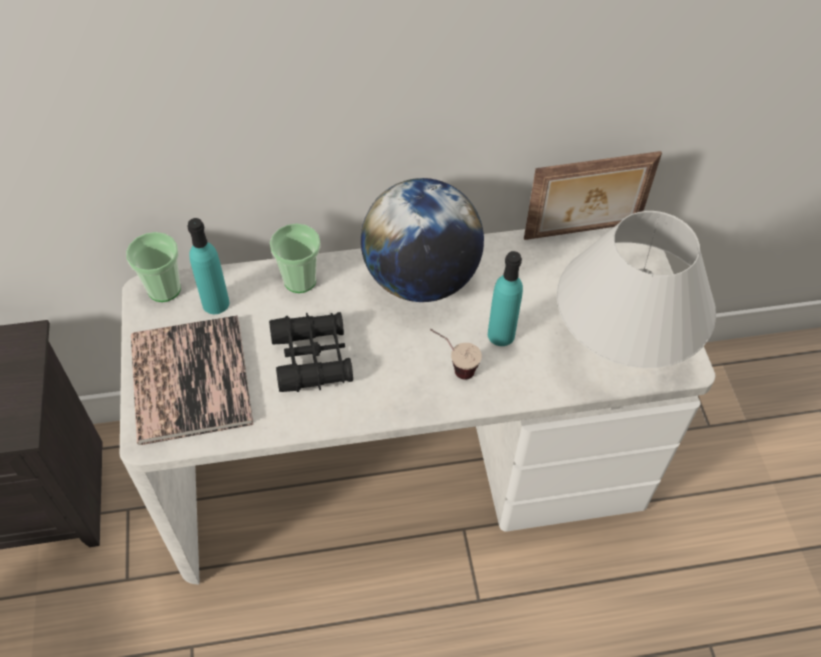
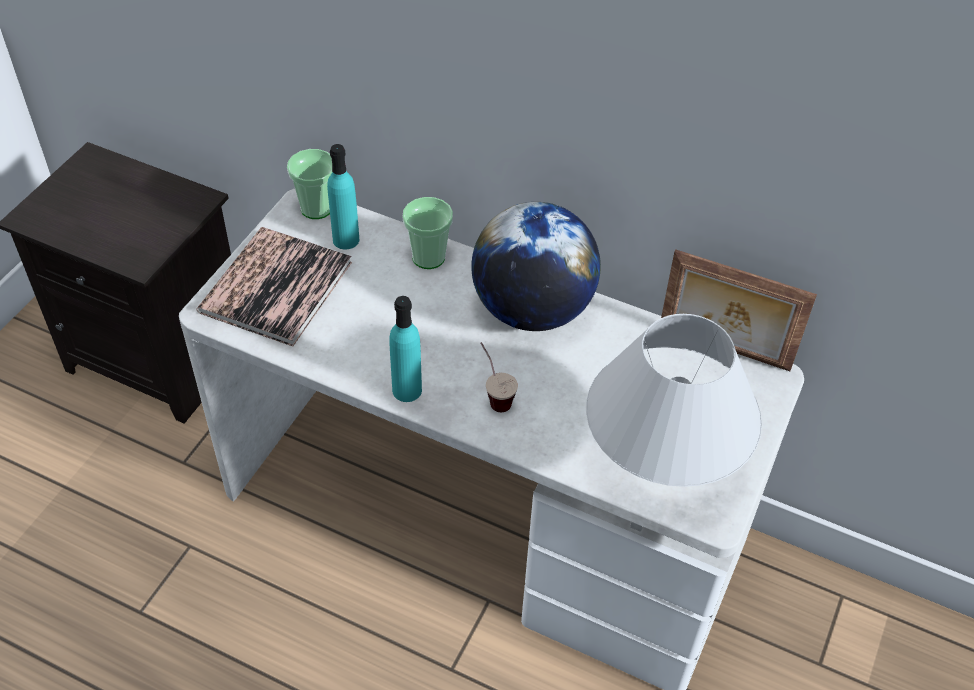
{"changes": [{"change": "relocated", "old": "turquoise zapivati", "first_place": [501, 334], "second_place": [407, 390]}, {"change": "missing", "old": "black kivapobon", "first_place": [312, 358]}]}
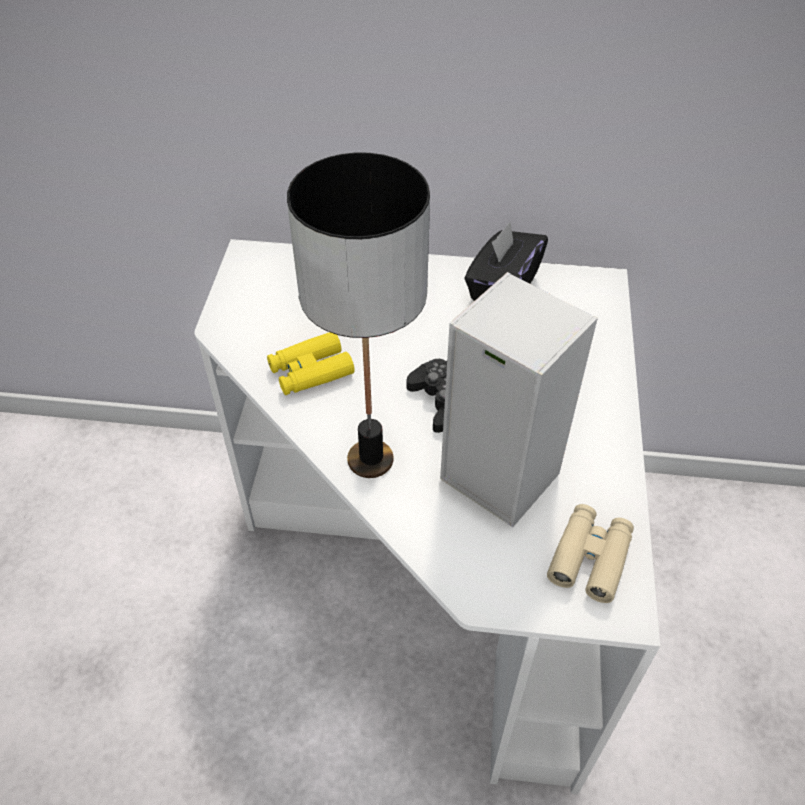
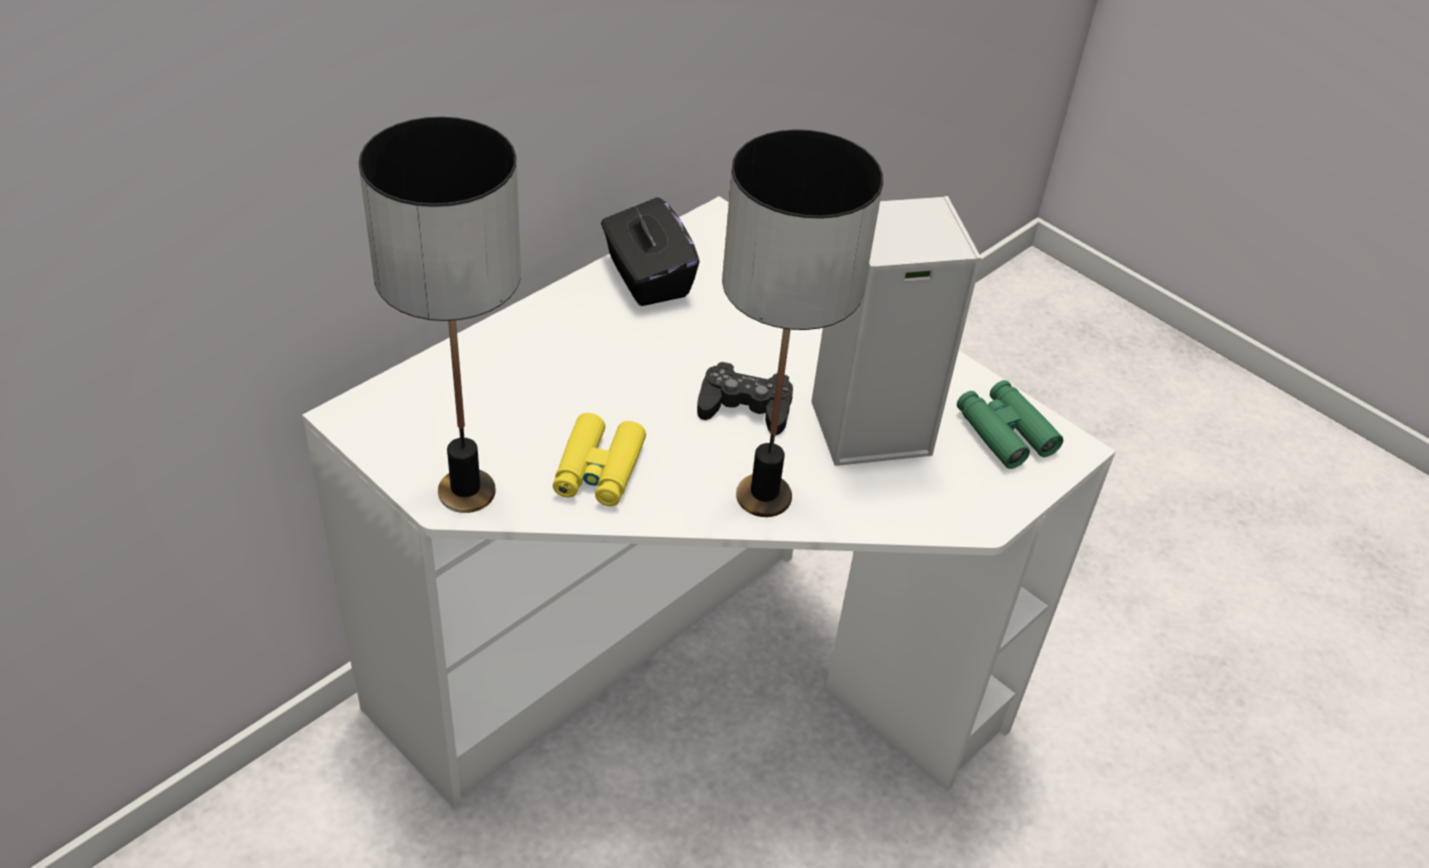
{"changes": [{"change": "colour", "old": "beige kivapobon", "new": "green kivapobon", "first_place": [590, 557], "second_place": [1004, 432]}, {"change": "appeared", "new": "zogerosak", "second_place": [468, 491]}]}
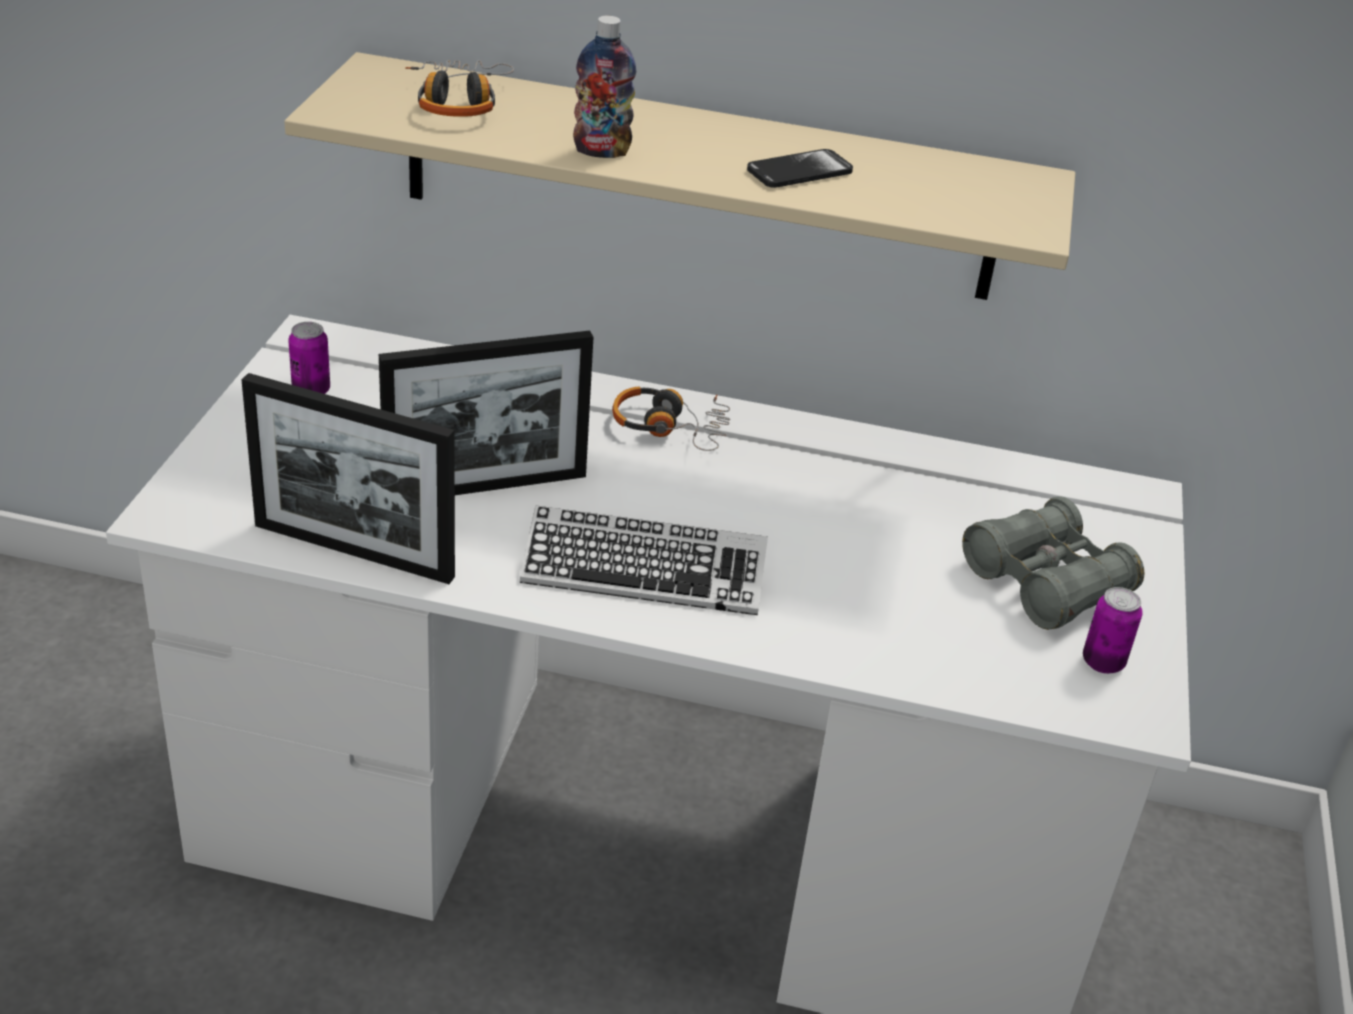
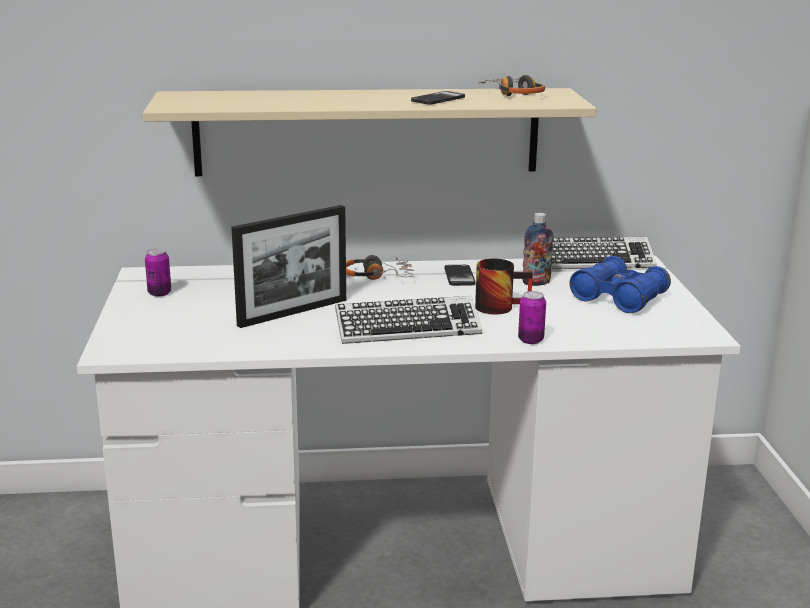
{"changes": [{"change": "relocated", "old": "zapivati", "first_place": [601, 151], "second_place": [536, 282]}, {"change": "relocated", "old": "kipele", "first_place": [458, 101], "second_place": [514, 94]}, {"change": "missing", "old": "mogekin", "first_place": [353, 551]}, {"change": "colour", "old": "grey kivapobon", "new": "blue kivapobon", "first_place": [1046, 582], "second_place": [619, 298]}, {"change": "relocated", "old": "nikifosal", "first_place": [1103, 662], "second_place": [530, 340]}, {"change": "appeared", "new": "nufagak", "second_place": [592, 261]}, {"change": "appeared", "new": "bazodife", "second_place": [500, 306]}, {"change": "appeared", "new": "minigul", "second_place": [459, 276]}]}
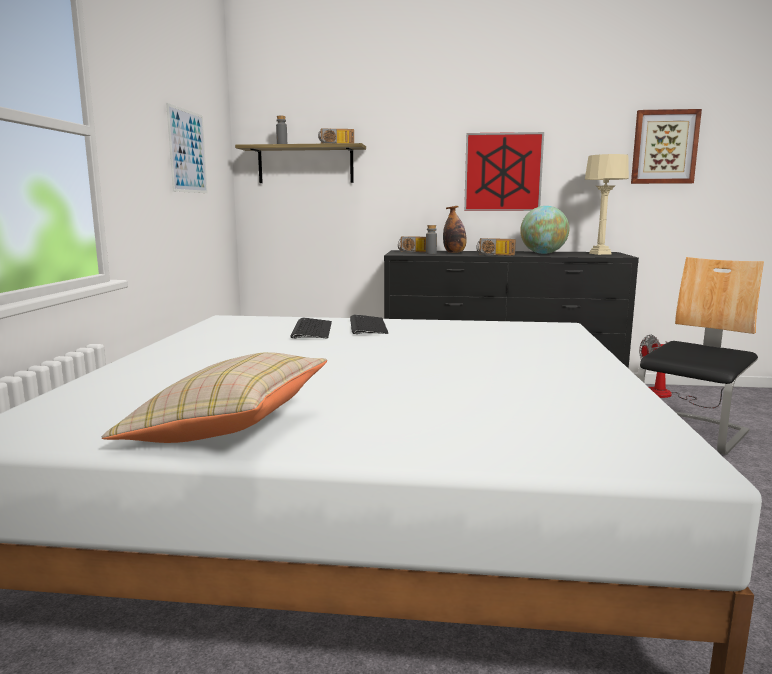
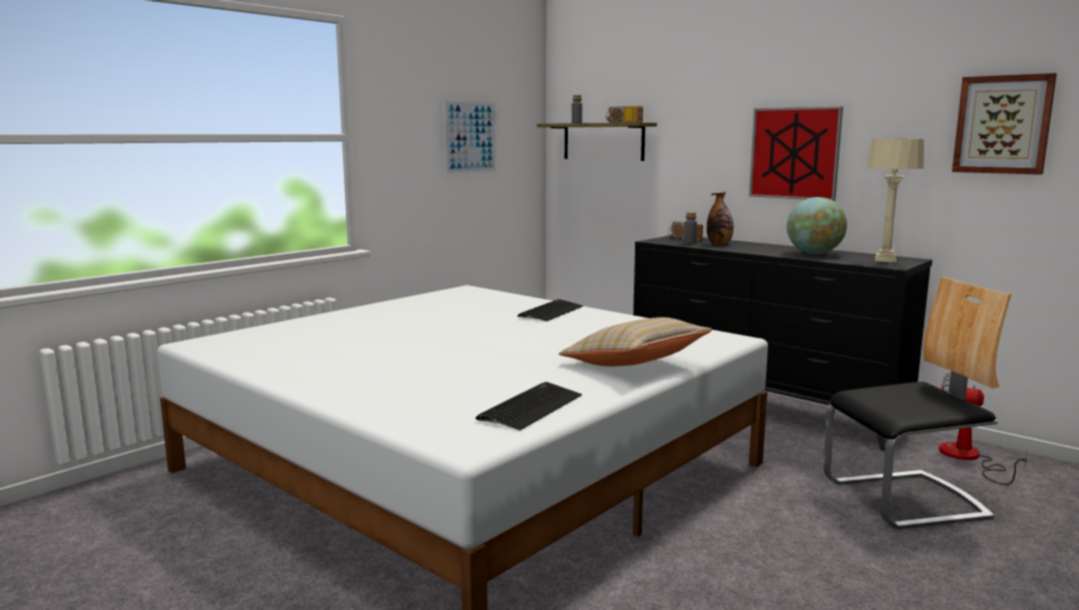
{"changes": [{"change": "missing", "old": "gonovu", "first_place": [494, 255]}, {"change": "relocated", "old": "nufagak", "first_place": [311, 330], "second_place": [530, 407]}, {"change": "relocated", "old": "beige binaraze", "first_place": [226, 429], "second_place": [634, 364]}]}
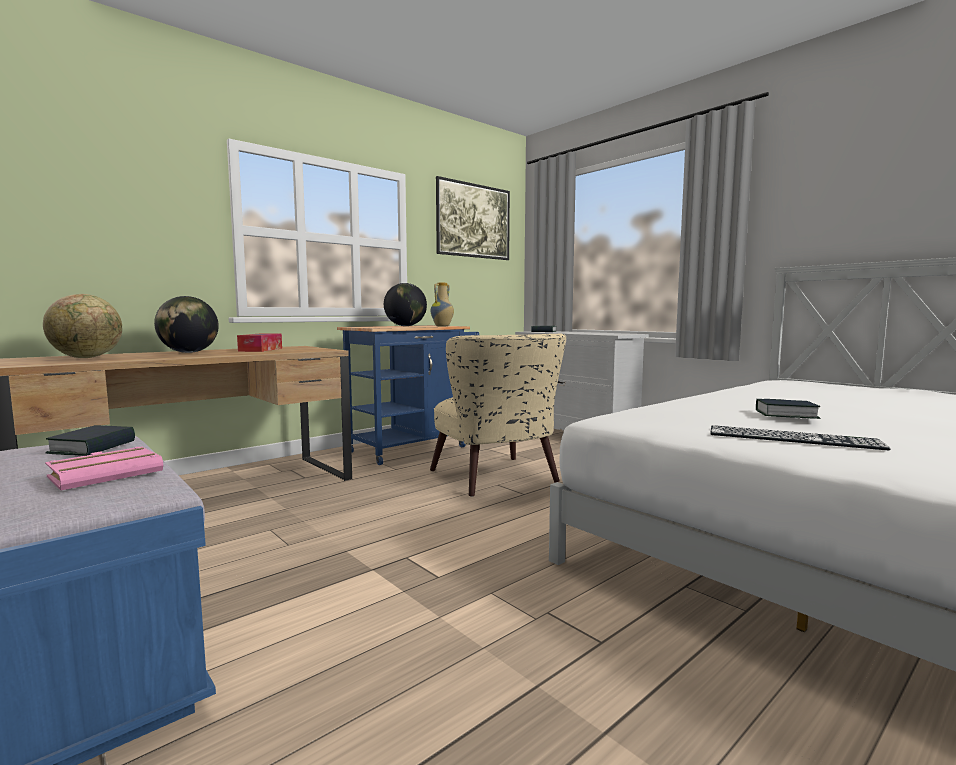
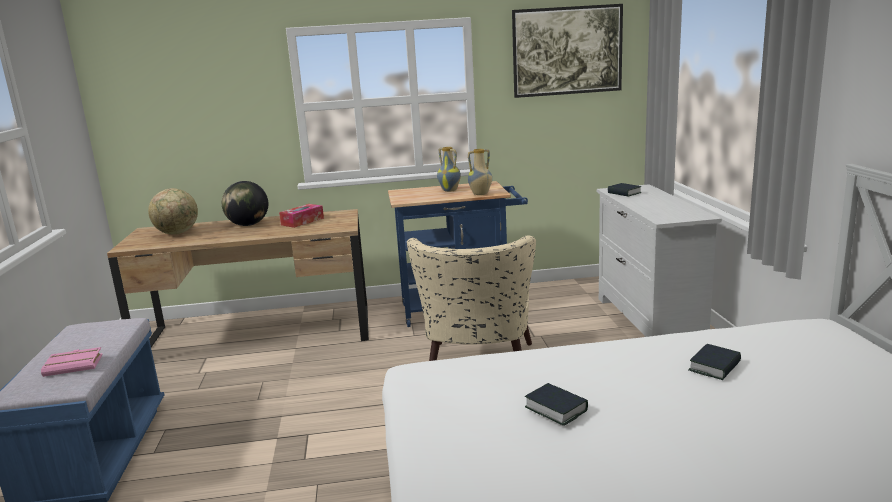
{"changes": [{"change": "exchanged", "old": "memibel", "new": "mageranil", "first_place": [405, 326], "second_place": [450, 190]}, {"change": "relocated", "old": "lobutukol", "first_place": [93, 447], "second_place": [714, 367]}, {"change": "missing", "old": "nufagak", "first_place": [792, 438]}]}
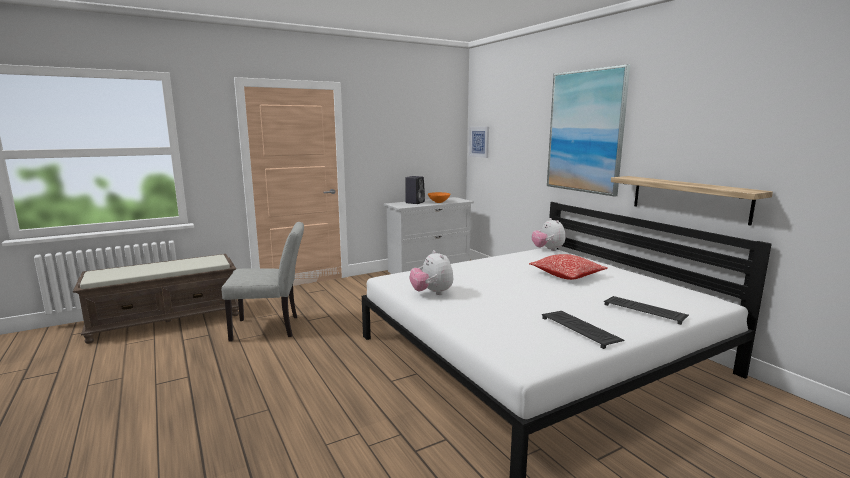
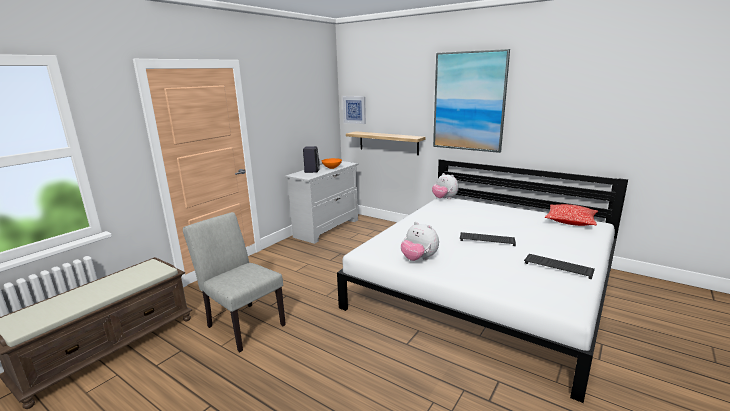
{"changes": [{"change": "relocated", "old": "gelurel", "first_place": [689, 198], "second_place": [388, 143]}, {"change": "spun", "old": "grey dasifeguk", "first_place": [271, 328], "second_place": [242, 323], "degrees": -105}, {"change": "relocated", "old": "binaraze", "first_place": [567, 275], "second_place": [570, 221]}, {"change": "relocated", "old": "nufagak", "first_place": [645, 310], "second_place": [487, 239]}]}
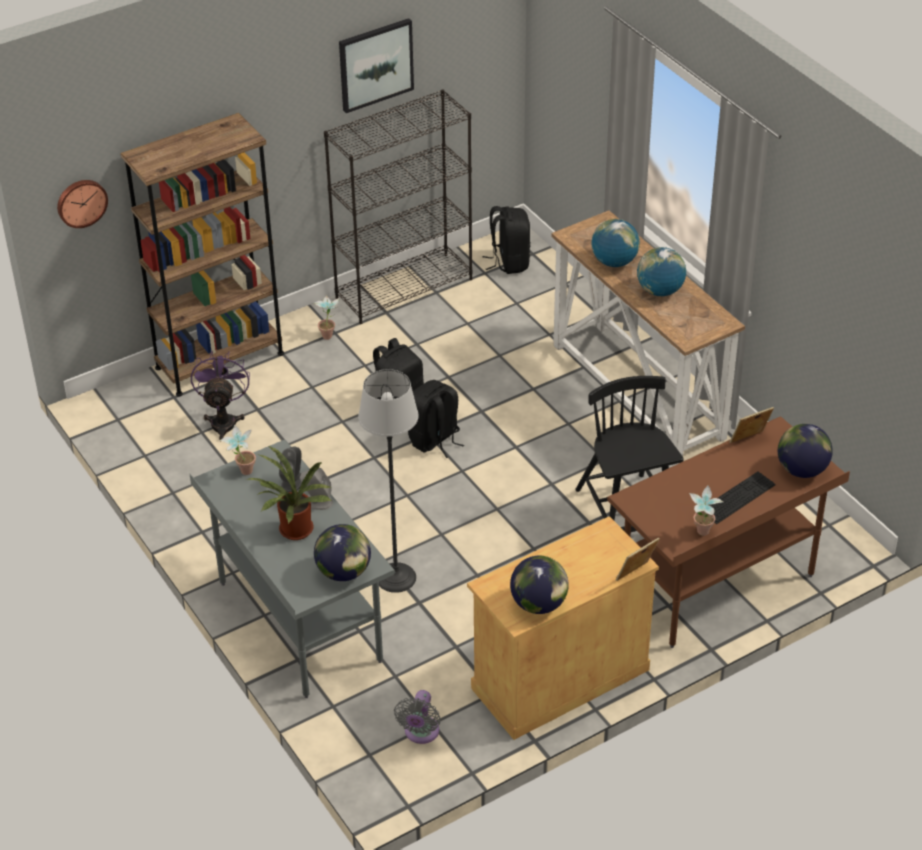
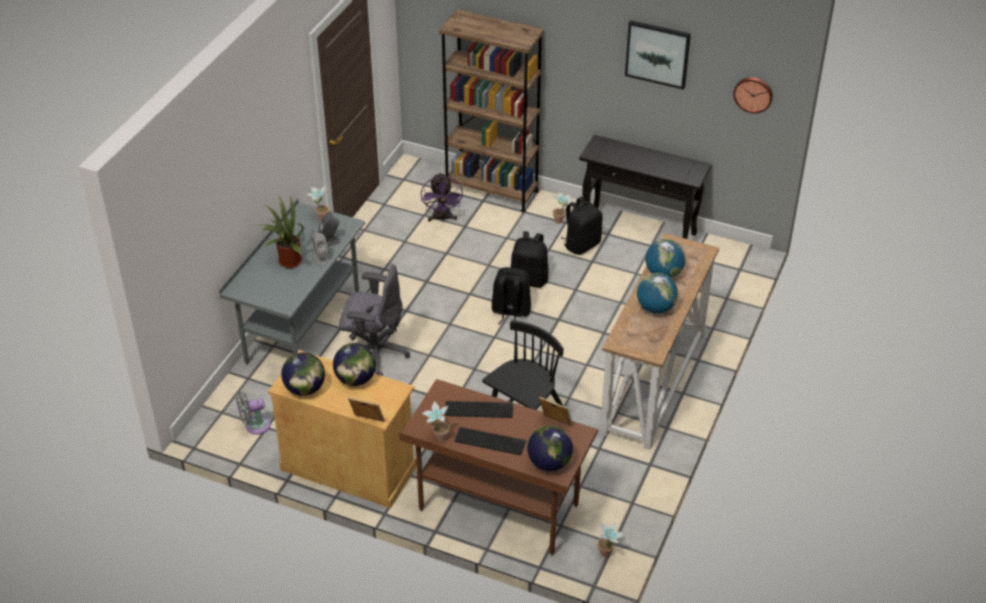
{"changes": [{"change": "exchanged", "old": "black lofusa", "new": "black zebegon", "first_place": [404, 288], "second_place": [640, 230]}, {"change": "relocated", "old": "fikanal", "first_place": [81, 202], "second_place": [753, 94]}, {"change": "relocated", "old": "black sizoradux", "first_place": [509, 262], "second_place": [581, 244]}, {"change": "spun", "old": "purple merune", "first_place": [224, 420], "second_place": [442, 218], "degrees": 120}, {"change": "exchanged", "old": "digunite", "new": "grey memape", "first_place": [396, 578], "second_place": [374, 354]}, {"change": "relocated", "old": "memibel", "first_place": [344, 572], "second_place": [355, 379]}, {"change": "appeared", "new": "nufagak", "second_place": [478, 409]}, {"change": "appeared", "new": "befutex", "second_place": [607, 555]}]}
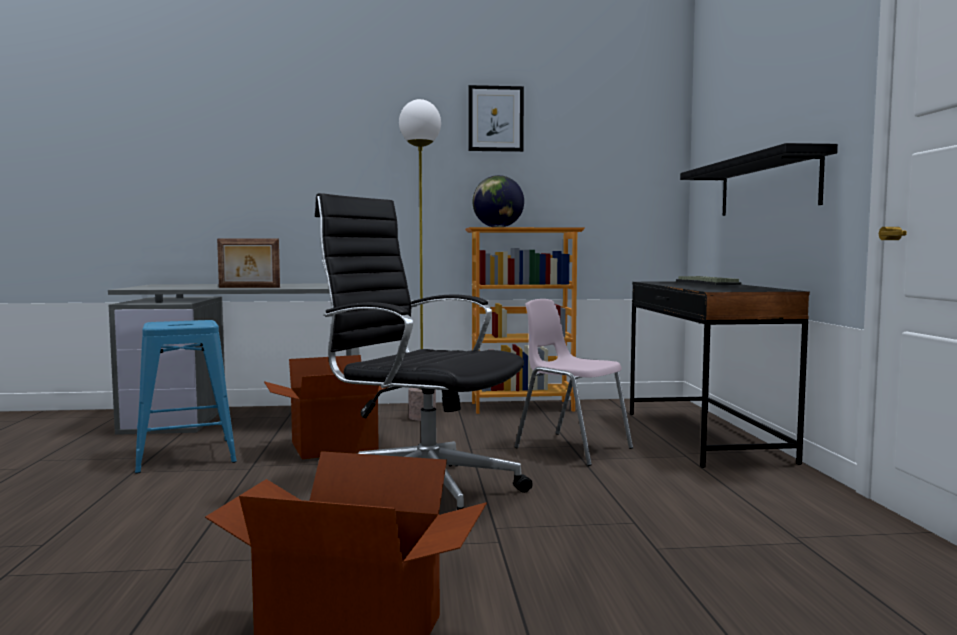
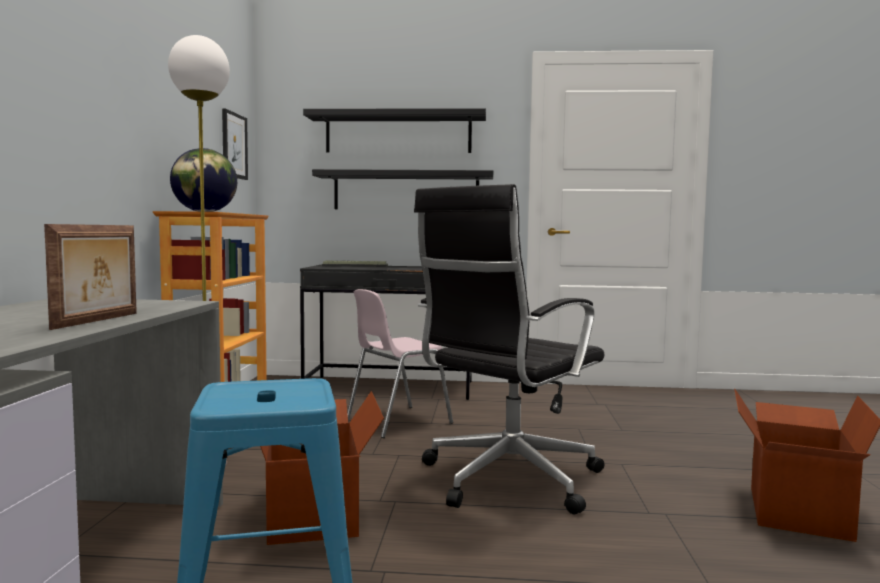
{"changes": [{"change": "relocated", "old": "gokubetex", "first_place": [495, 119], "second_place": [234, 145]}, {"change": "appeared", "new": "black gelurel", "second_place": [398, 133]}]}
